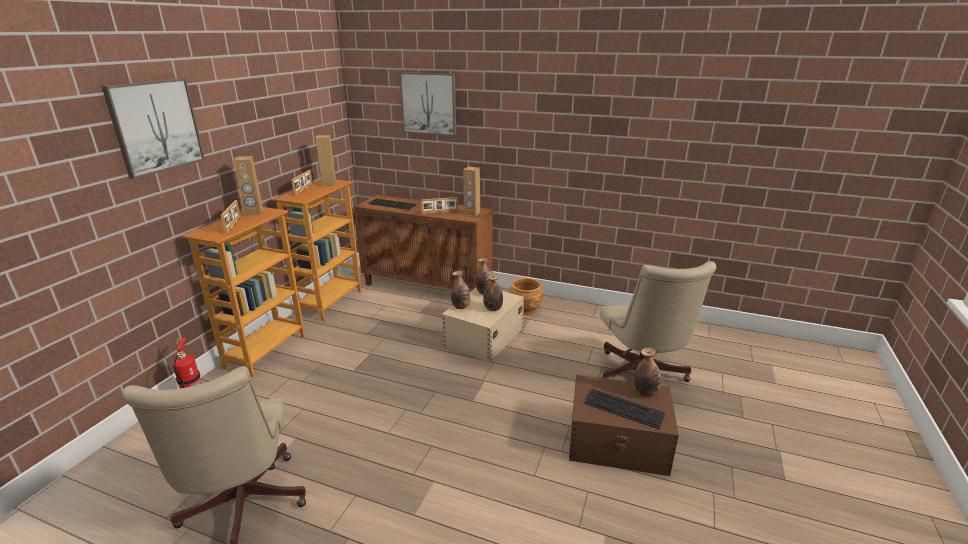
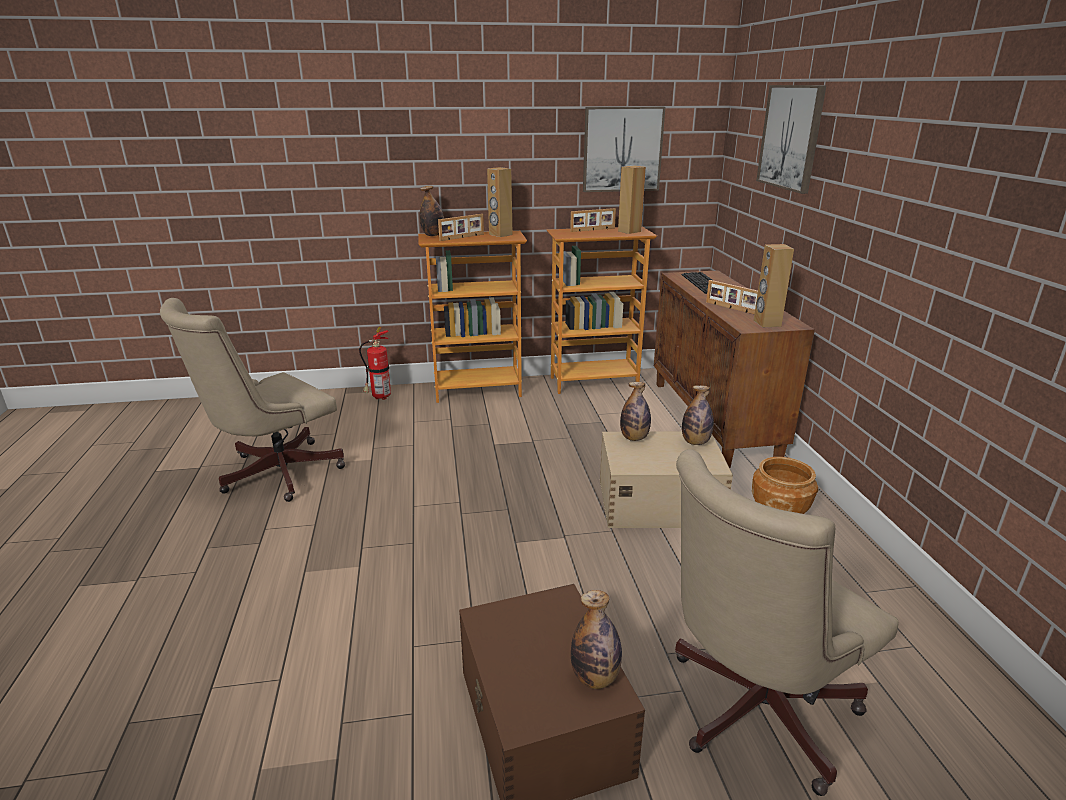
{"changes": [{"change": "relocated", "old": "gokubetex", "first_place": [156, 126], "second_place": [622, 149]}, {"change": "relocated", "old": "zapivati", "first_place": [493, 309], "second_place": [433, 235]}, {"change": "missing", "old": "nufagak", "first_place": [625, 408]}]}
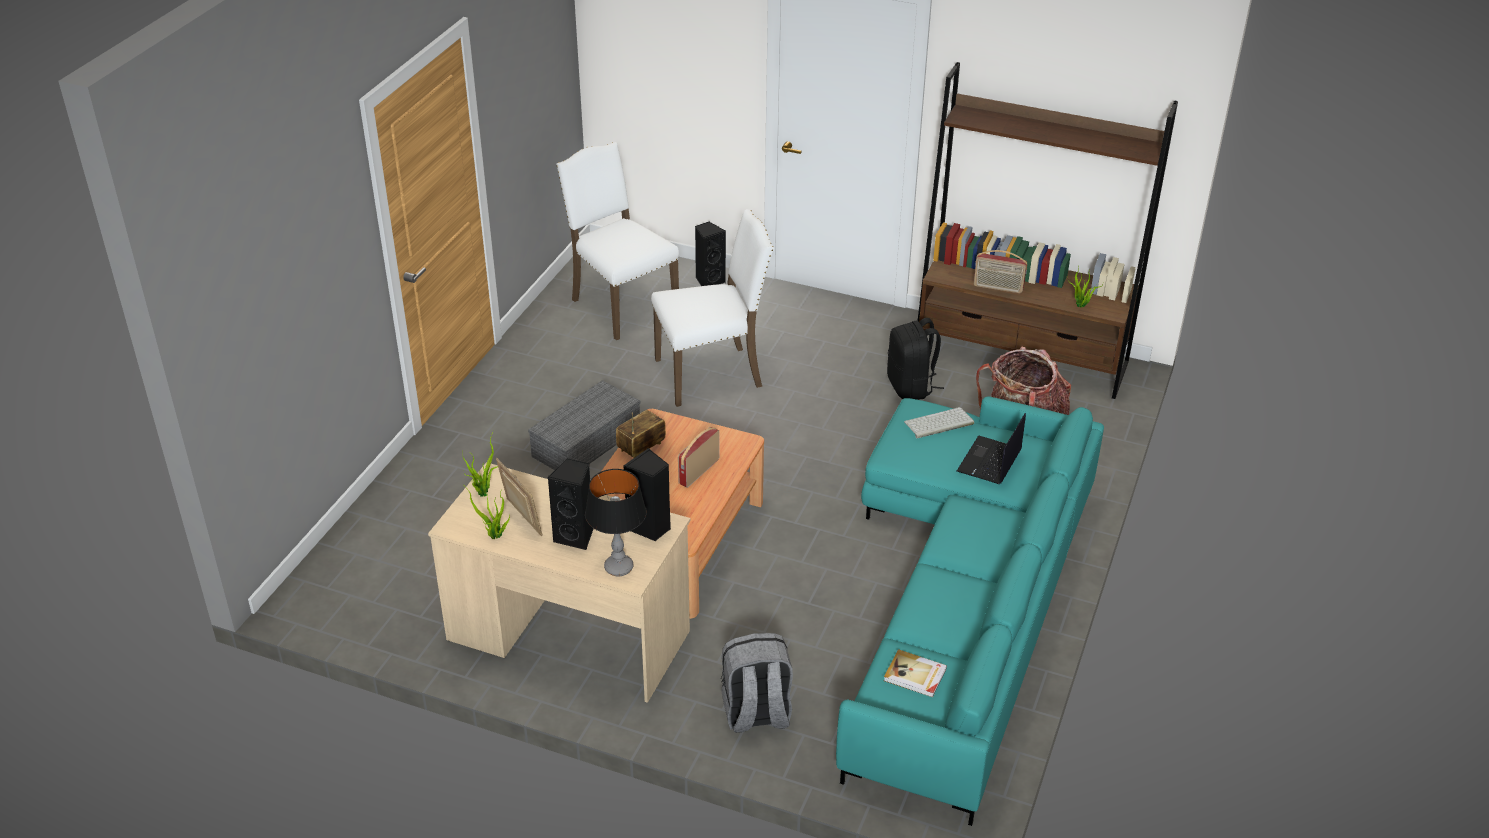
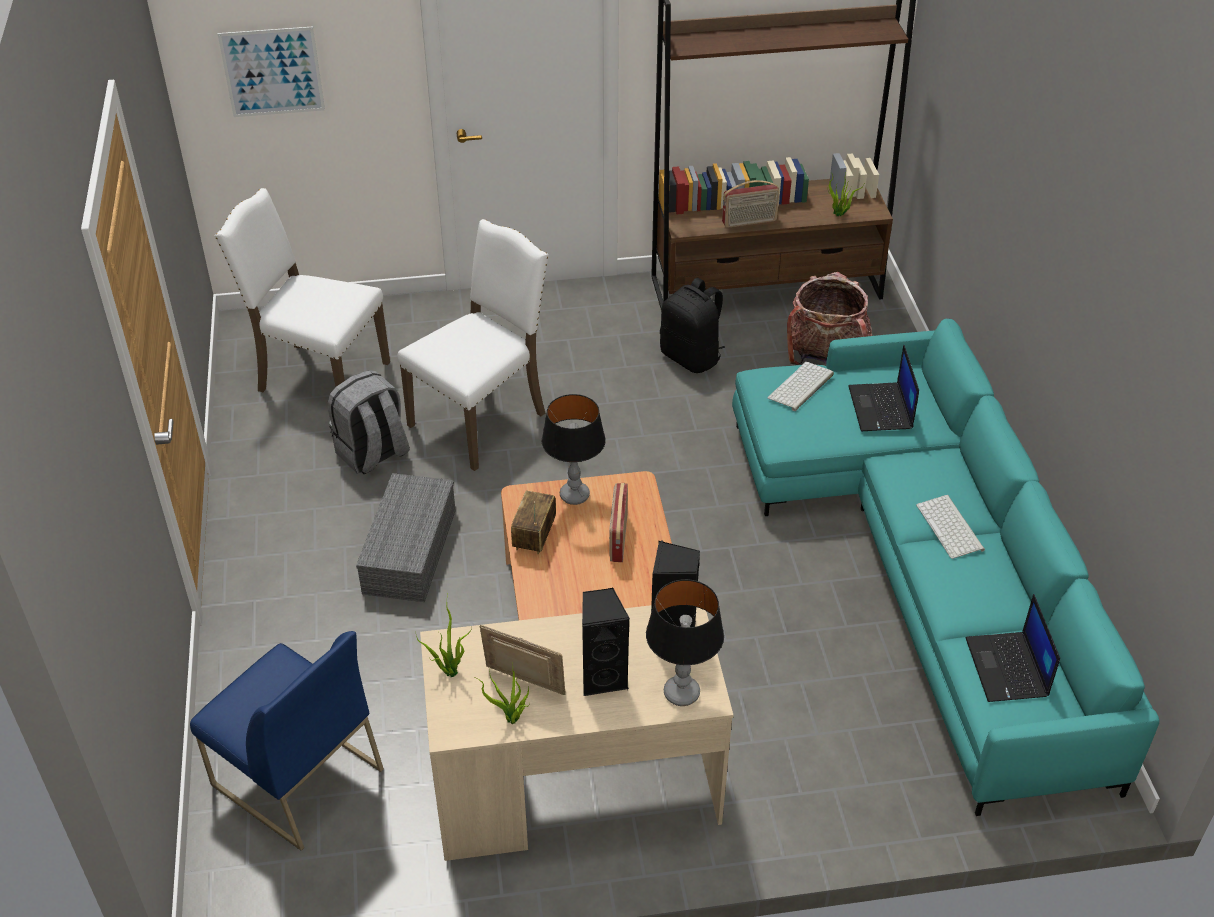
{"changes": [{"change": "missing", "old": "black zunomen", "first_place": [709, 281]}, {"change": "relocated", "old": "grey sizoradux", "first_place": [756, 714], "second_place": [373, 454]}, {"change": "exchanged", "old": "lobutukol", "new": "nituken", "first_place": [915, 675], "second_place": [1008, 668]}, {"change": "appeared", "new": "gokubetex", "second_place": [272, 72]}, {"change": "appeared", "new": "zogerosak", "second_place": [574, 495]}, {"change": "appeared", "new": "nufagak", "second_place": [951, 528]}, {"change": "appeared", "new": "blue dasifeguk", "second_place": [295, 777]}]}
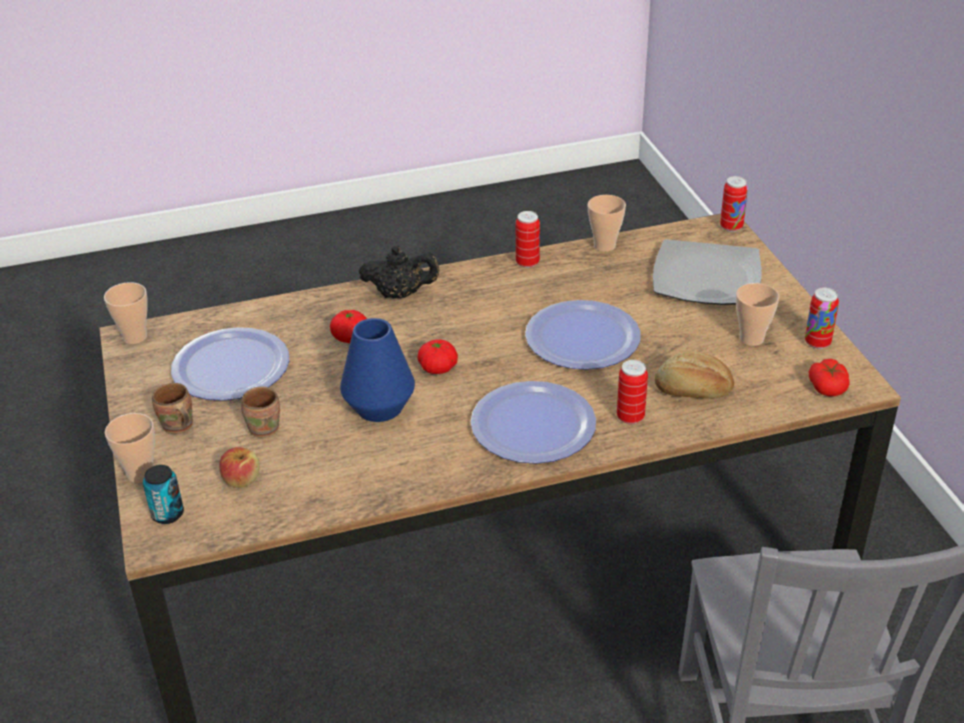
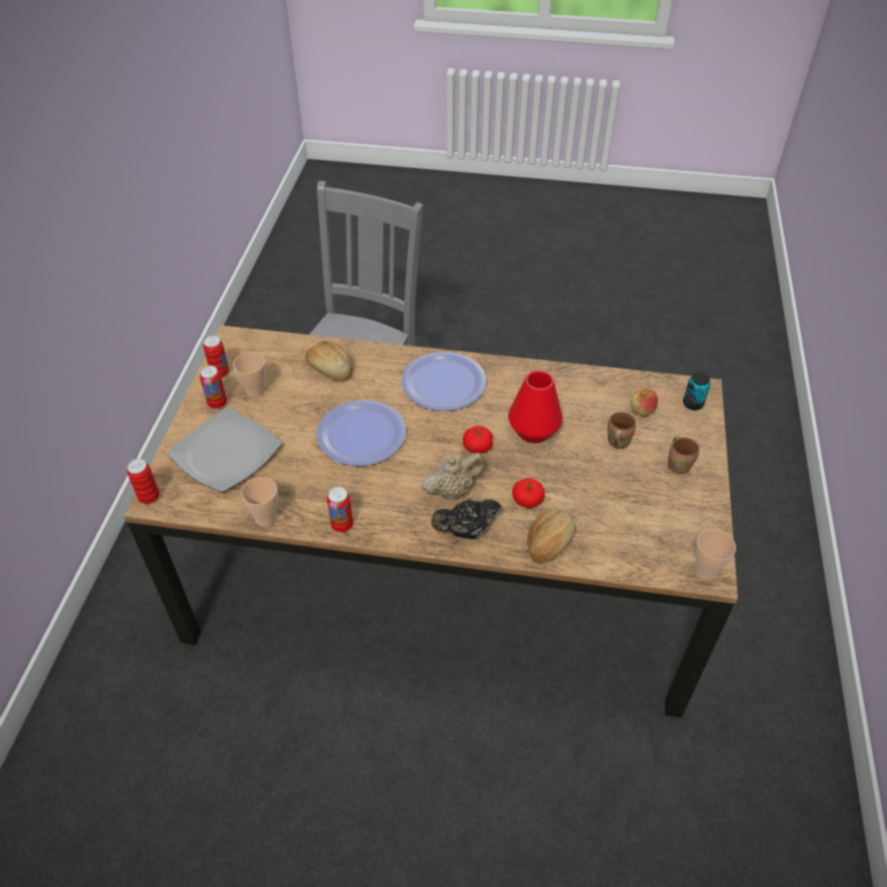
{"changes": [{"change": "spun", "old": "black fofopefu", "first_place": [400, 294], "second_place": [466, 531], "degrees": -45}, {"change": "colour", "old": "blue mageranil", "new": "red mageranil", "first_place": [379, 407], "second_place": [533, 431]}, {"change": "missing", "old": "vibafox", "first_place": [231, 366]}, {"change": "missing", "old": "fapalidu", "first_place": [827, 387]}, {"change": "relocated", "old": "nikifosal", "first_place": [630, 417], "second_place": [217, 403]}, {"change": "missing", "old": "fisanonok", "first_place": [140, 473]}, {"change": "appeared", "new": "beige fofopefu", "second_place": [453, 490]}, {"change": "appeared", "new": "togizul", "second_place": [549, 543]}]}
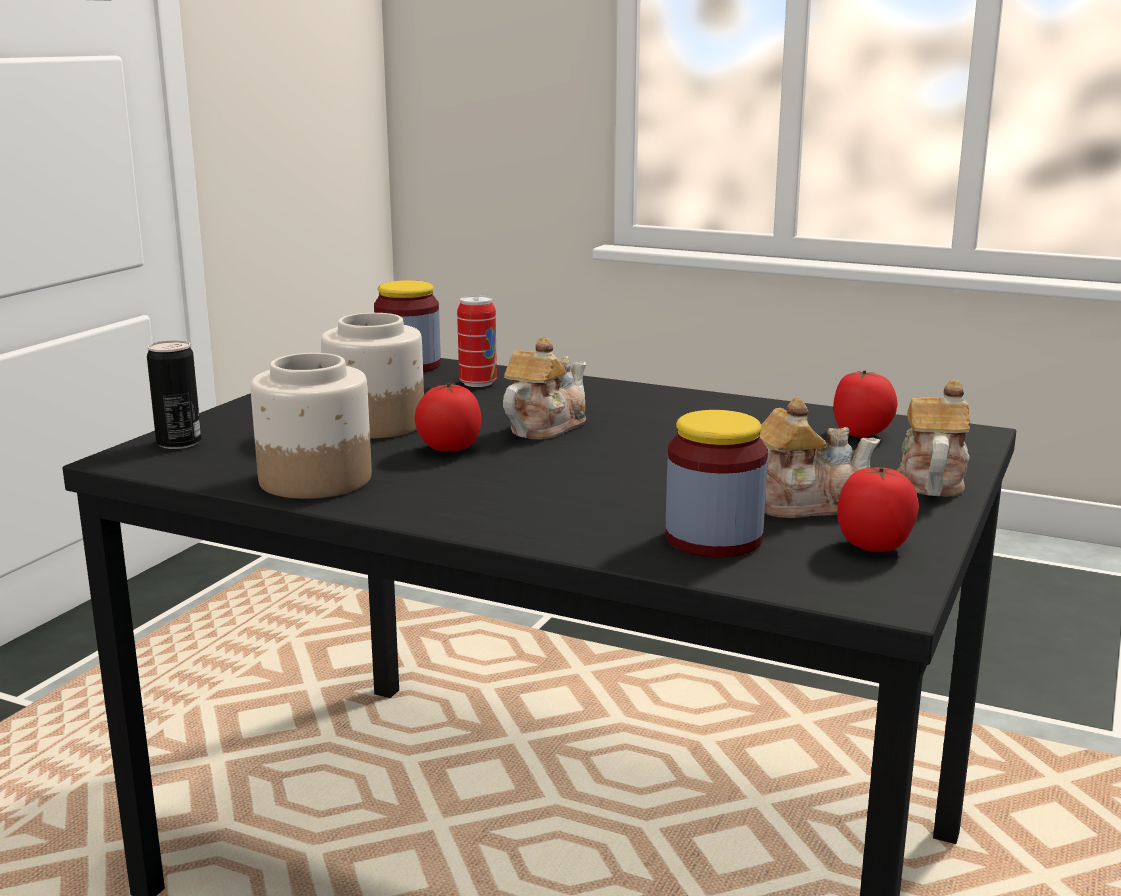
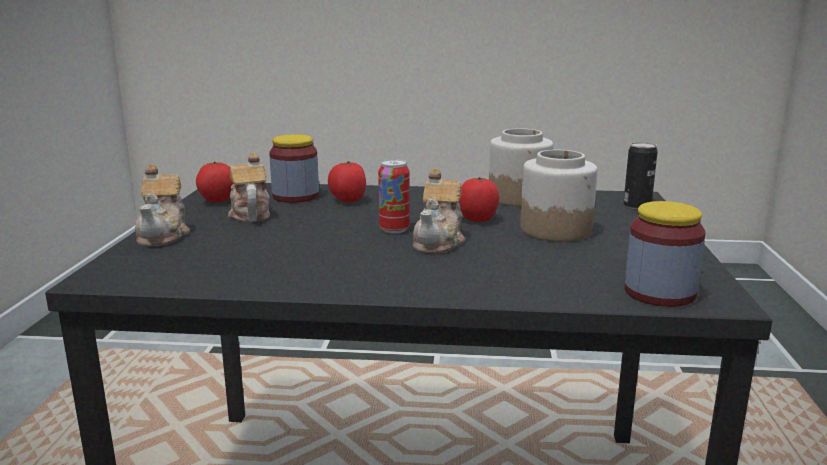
{"changes": [{"change": "relocated", "old": "nikifosal", "first_place": [478, 383], "second_place": [394, 230]}, {"change": "relocated", "old": "fapalidu", "first_place": [862, 434], "second_place": [347, 201]}, {"change": "spun", "old": "fofopefu", "first_place": [802, 504], "second_place": [250, 214], "degrees": 105}]}
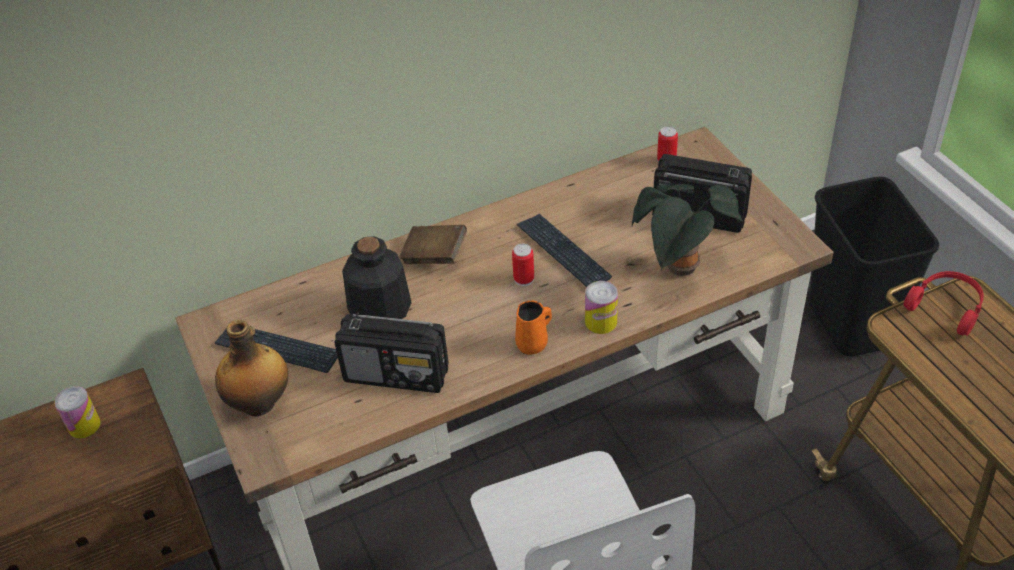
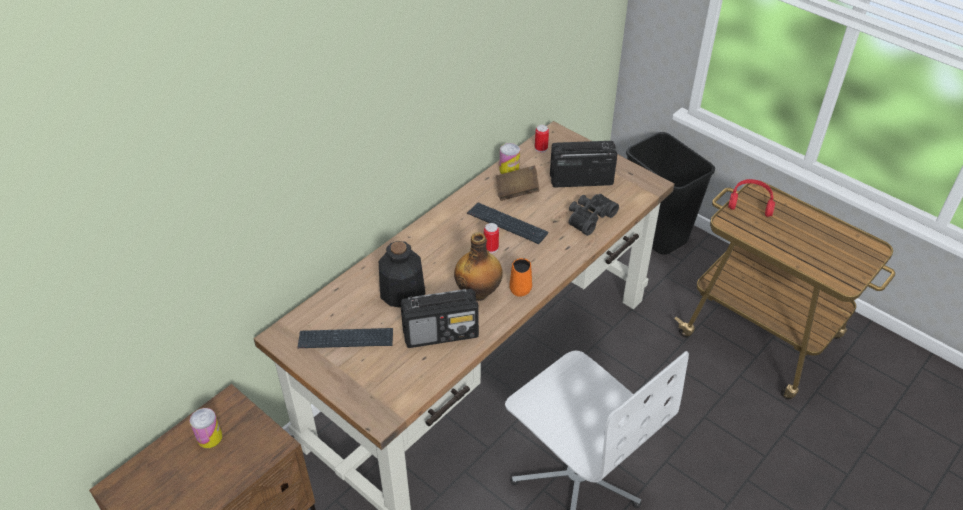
{"changes": [{"change": "exchanged", "old": "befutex", "new": "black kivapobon", "first_place": [680, 270], "second_place": [589, 217]}, {"change": "relocated", "old": "brown lobutukol", "first_place": [434, 256], "second_place": [517, 191]}, {"change": "relocated", "old": "nikifosal", "first_place": [601, 322], "second_place": [509, 170]}, {"change": "relocated", "old": "zapivati", "first_place": [260, 403], "second_place": [479, 292]}]}
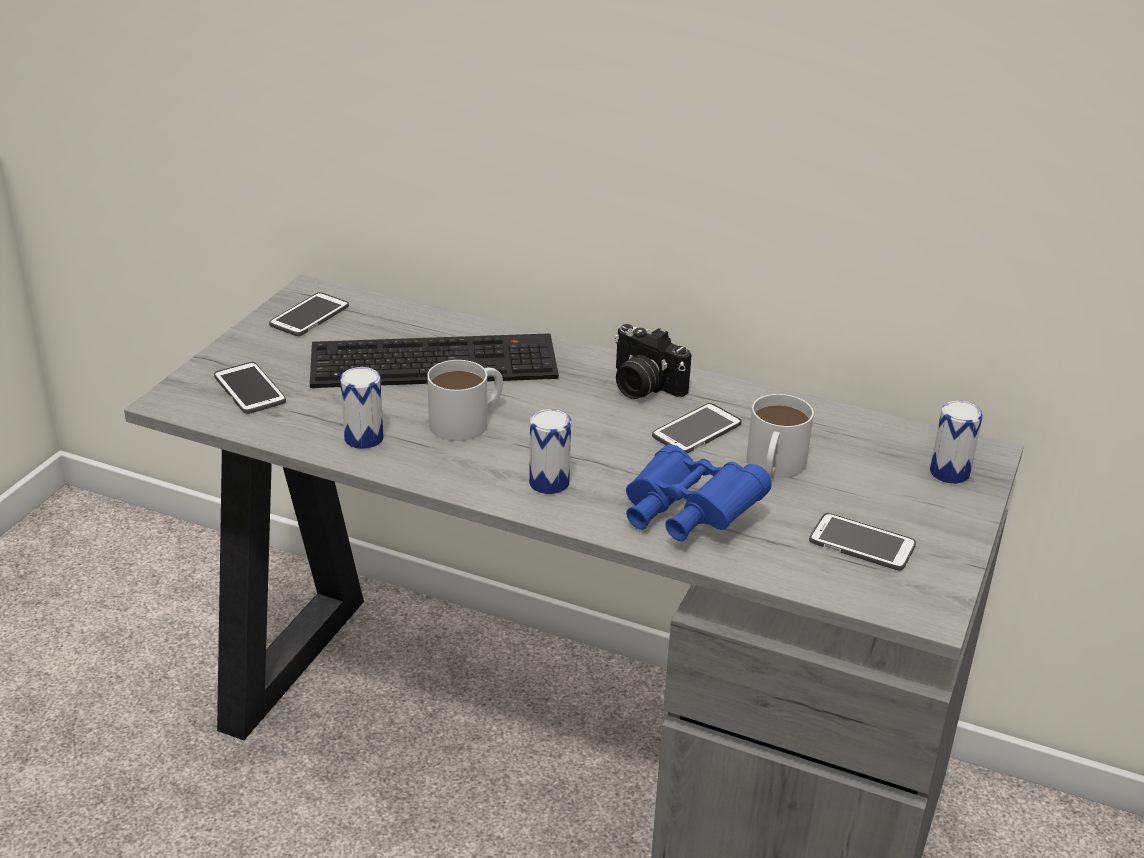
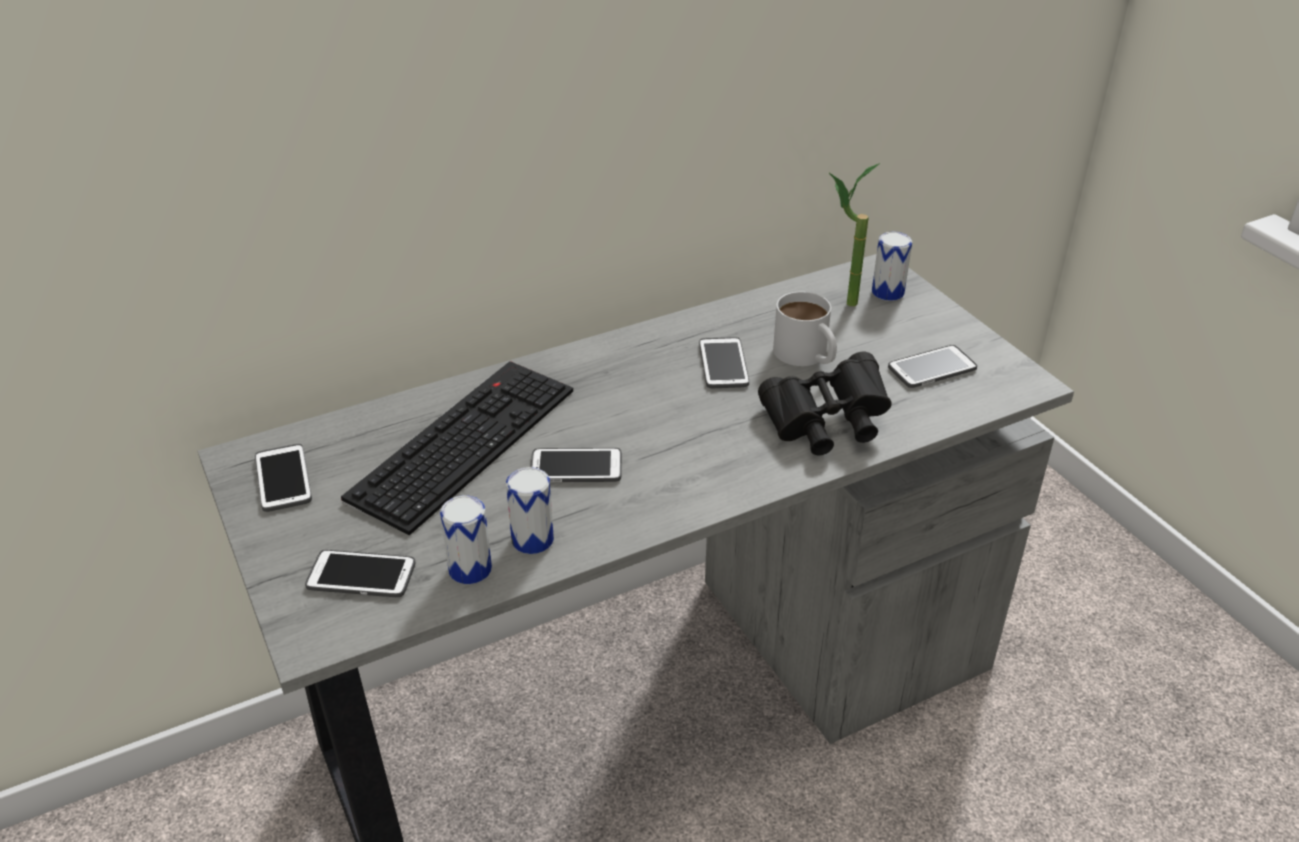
{"changes": [{"change": "missing", "old": "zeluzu", "first_place": [642, 386]}, {"change": "exchanged", "old": "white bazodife", "new": "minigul", "first_place": [468, 420], "second_place": [576, 467]}, {"change": "relocated", "old": "nikifosal", "first_place": [549, 483], "second_place": [470, 569]}, {"change": "colour", "old": "blue kivapobon", "new": "black kivapobon", "first_place": [686, 516], "second_place": [825, 425]}, {"change": "appeared", "new": "befutex", "second_place": [839, 303]}]}
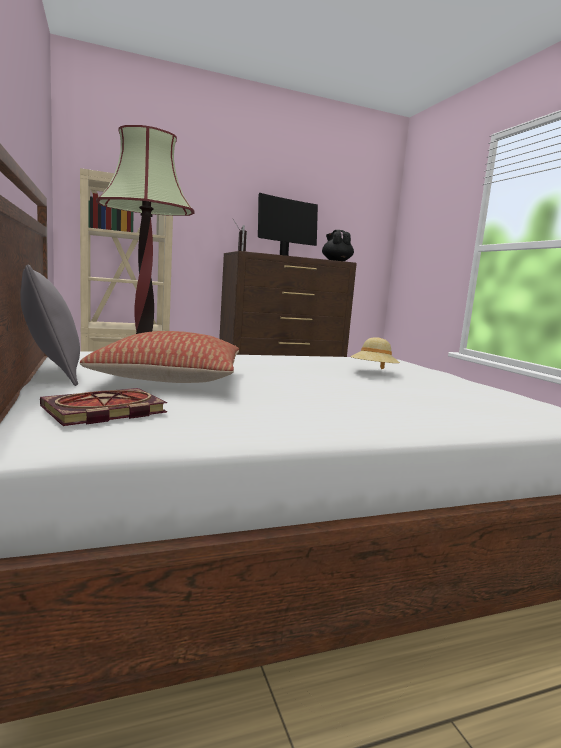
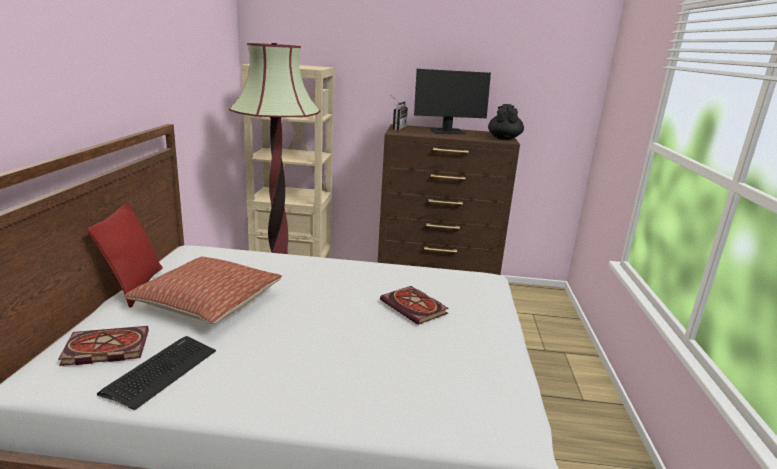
{"changes": [{"change": "colour", "old": "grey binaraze", "new": "red binaraze", "first_place": [51, 373], "second_place": [135, 286]}, {"change": "exchanged", "old": "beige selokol", "new": "lobutukol", "first_place": [373, 372], "second_place": [415, 307]}, {"change": "appeared", "new": "nufagak", "second_place": [161, 371]}]}
